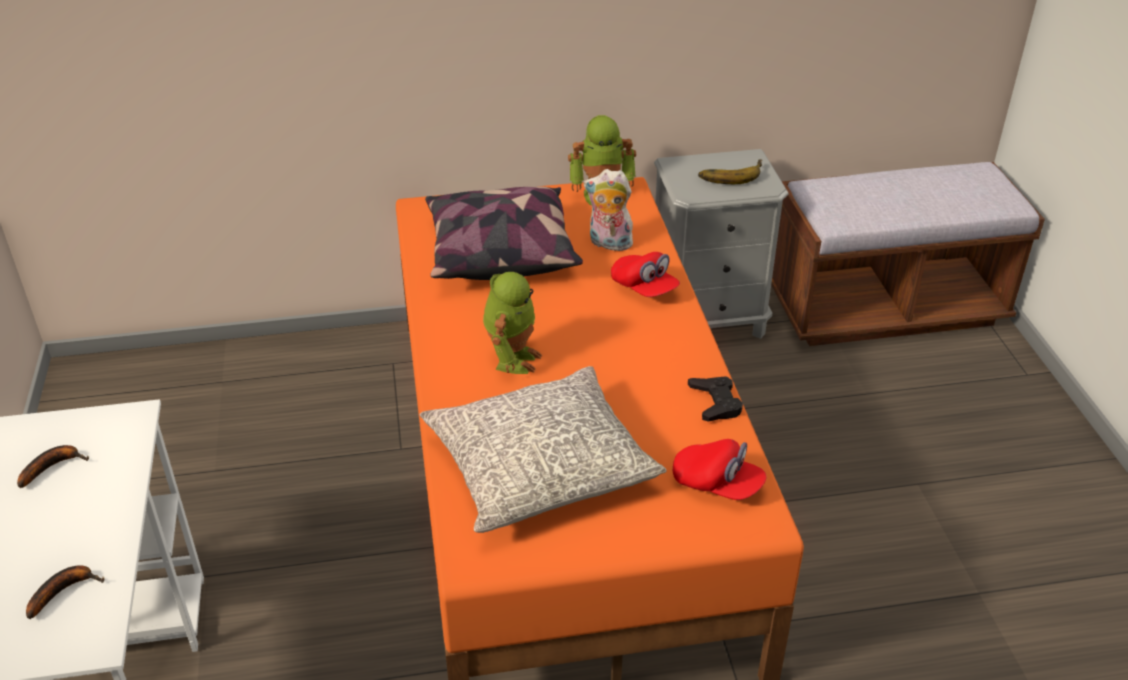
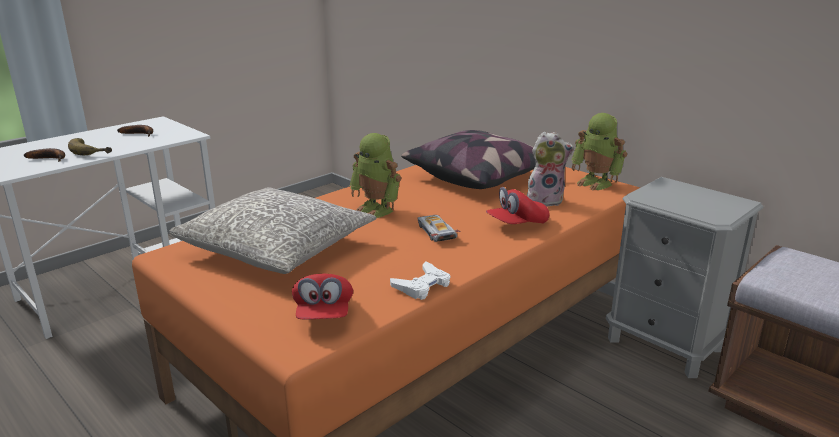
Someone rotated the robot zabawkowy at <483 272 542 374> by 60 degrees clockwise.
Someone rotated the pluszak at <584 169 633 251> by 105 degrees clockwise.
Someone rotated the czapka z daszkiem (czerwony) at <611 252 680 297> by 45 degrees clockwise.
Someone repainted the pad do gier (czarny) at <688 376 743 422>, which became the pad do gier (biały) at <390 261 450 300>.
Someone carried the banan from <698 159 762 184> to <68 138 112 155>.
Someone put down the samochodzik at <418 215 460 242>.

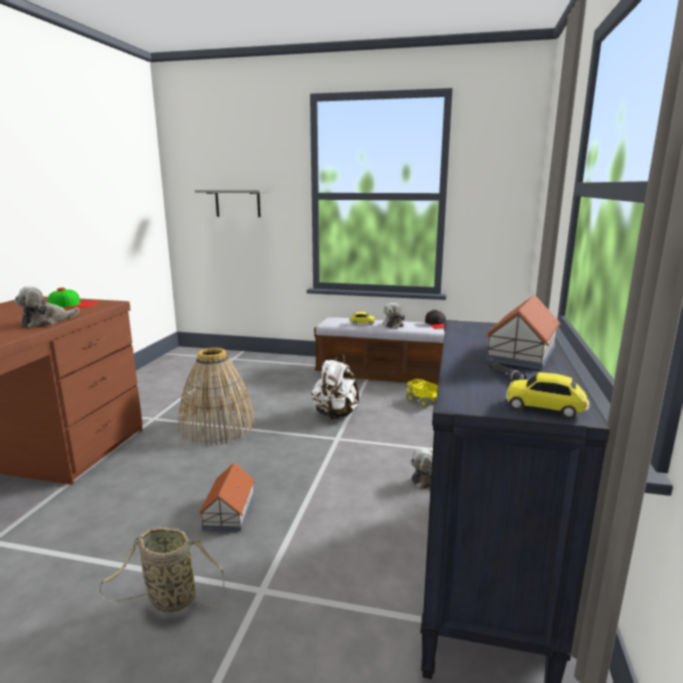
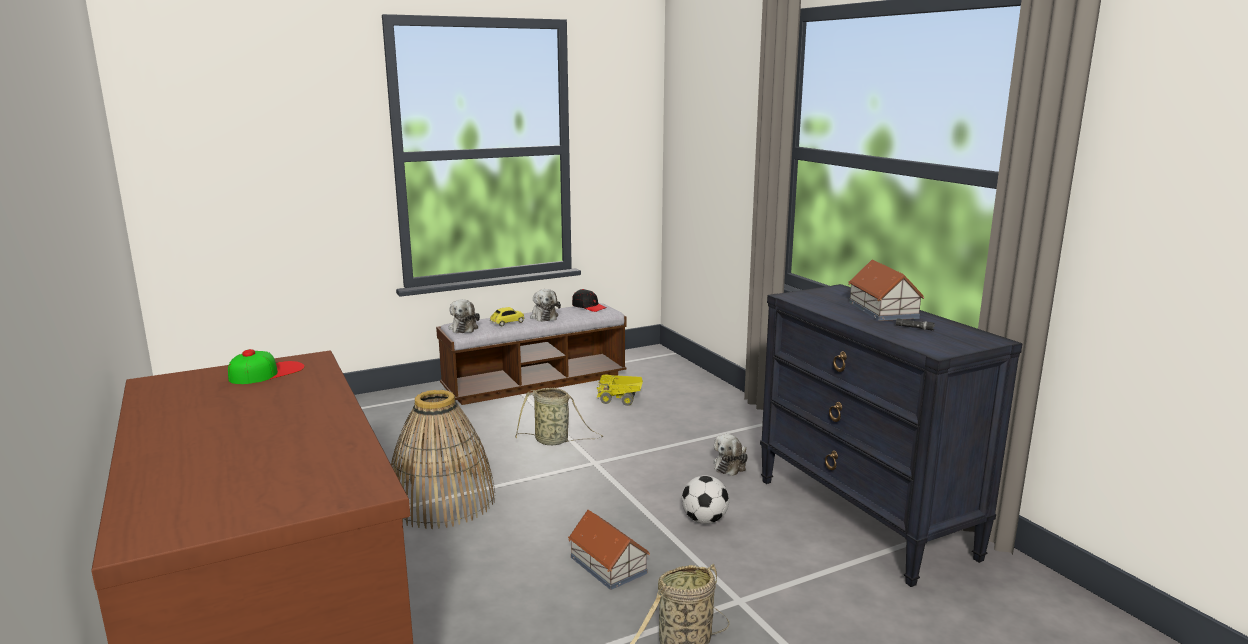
Someone carried the pluszak from <14 286 79 328> to <449 299 480 333>.
Someone took away the półka (szary) at <195 190 269 217>.
Someone swapped the plecak (biały) at <312 355 359 419> for the koszyk at <515 388 603 445>.
Someone took away the samochodzik at <506 372 589 419>.
Someone put down the piłka futbolowa at <682 475 729 524>.

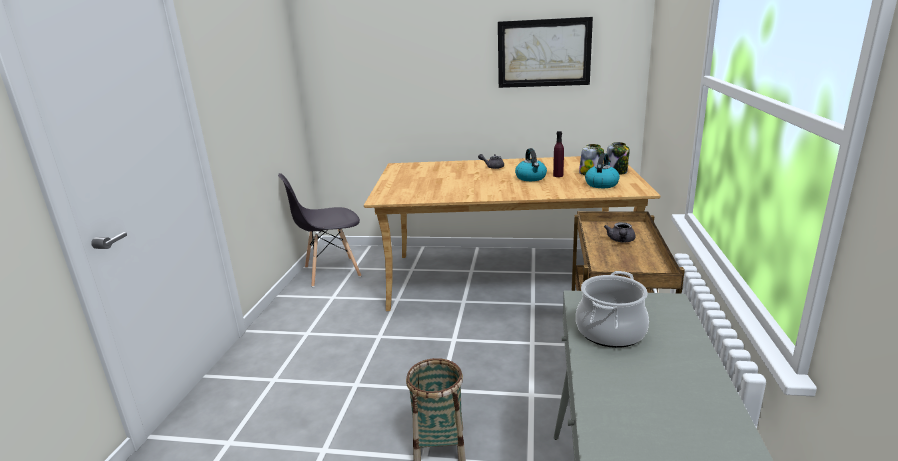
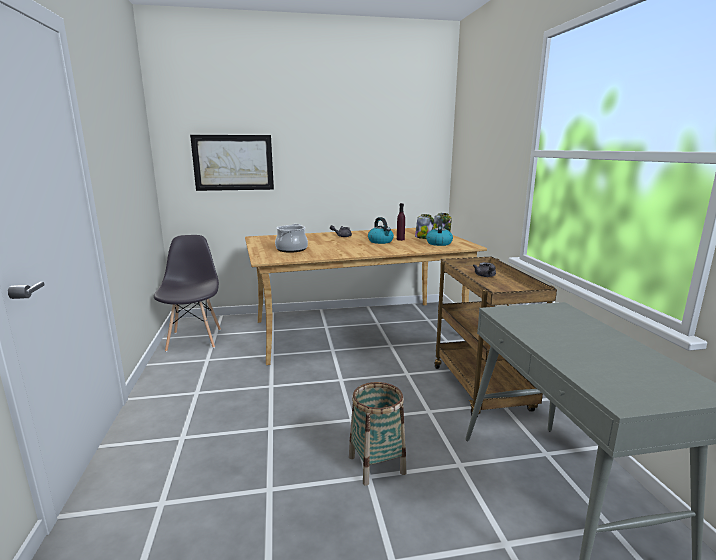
Someone rotated the krzesło (szary) at <278 173 362 287> by 120 degrees clockwise.
Someone carried the obraz from <498 17 593 88> to <190 135 274 191>.
Someone carried the garnek from <576 271 649 348> to <275 224 308 253>.

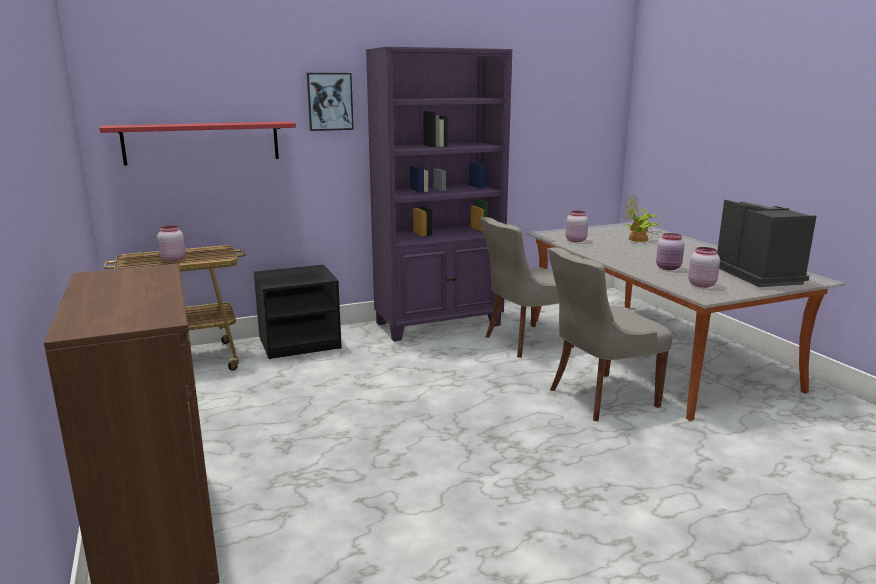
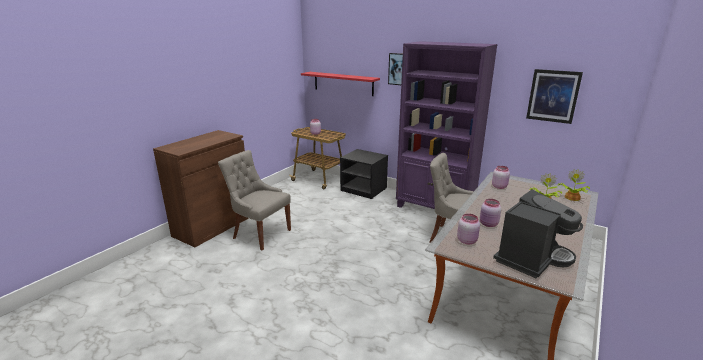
Someone carried the krzesło (szary) from <548 247 672 421> to <218 150 291 250>.
Someone put up the obraz at <526 69 583 124>.

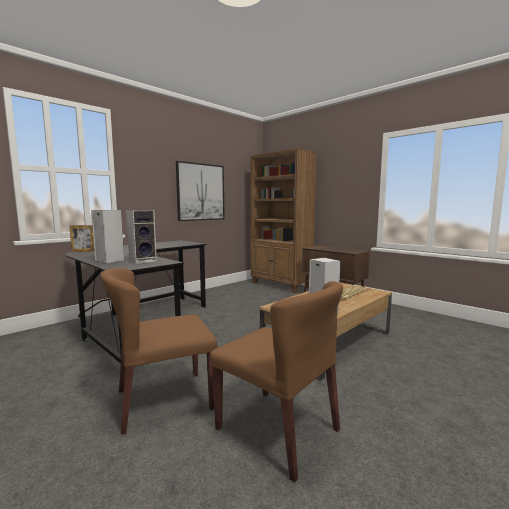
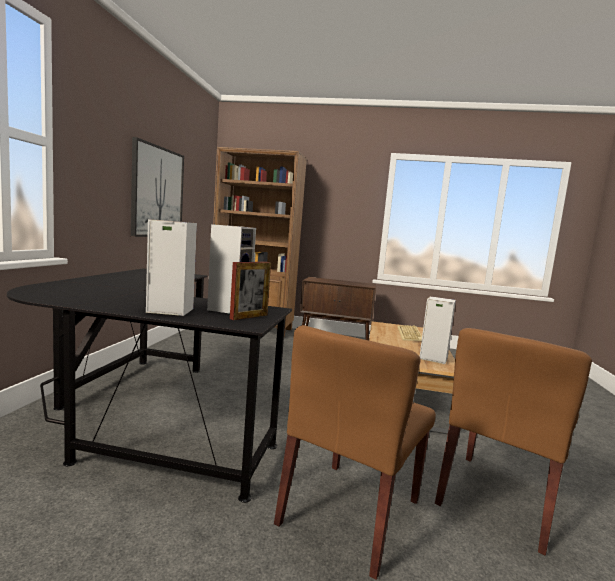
Someone carried the ramka na zdjęcie from <70 225 94 252> to <230 262 271 320>.
Someone rotated the krzesło (brązowy) at <210 281 343 483> by 120 degrees clockwise.

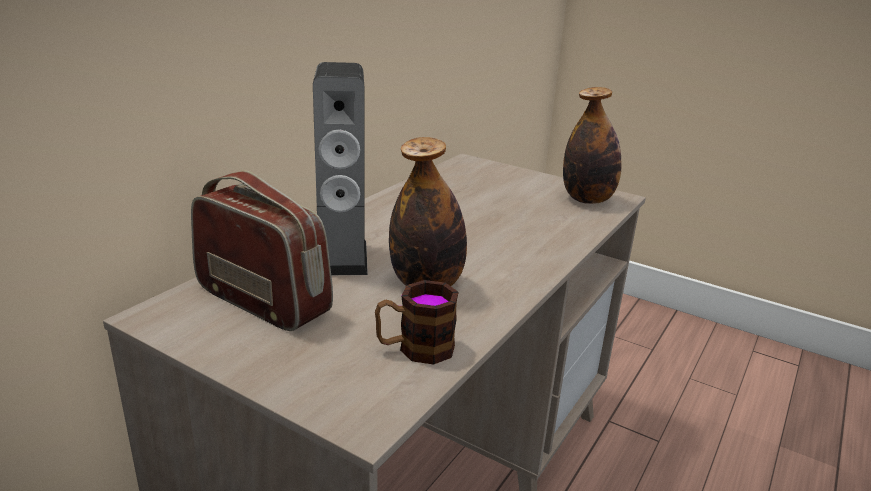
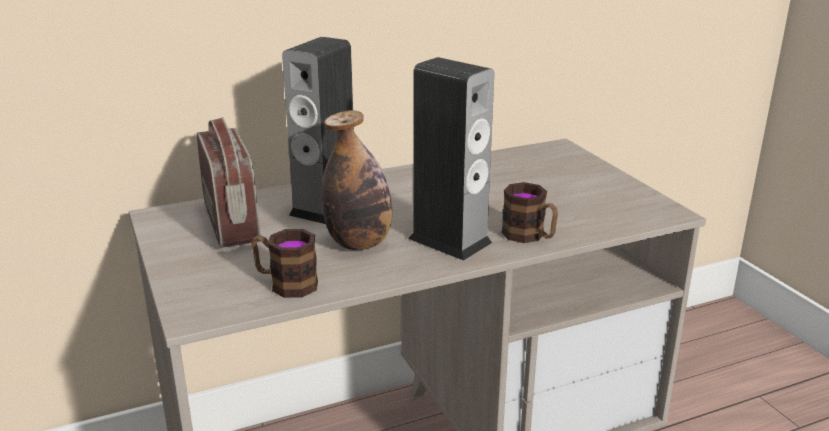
Someone took away the butelka at <563 87 621 204>.
Someone put down the głośnik at <408 57 494 261>.
Someone put down the kubek at <502 182 558 243>.

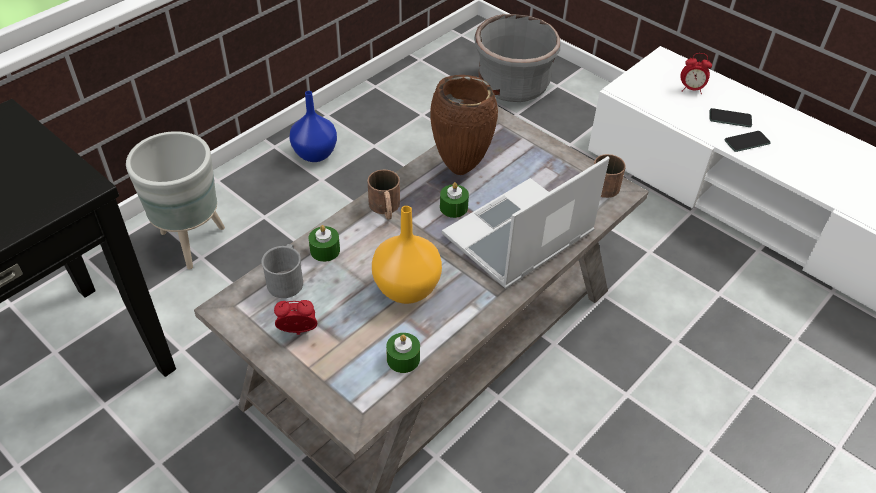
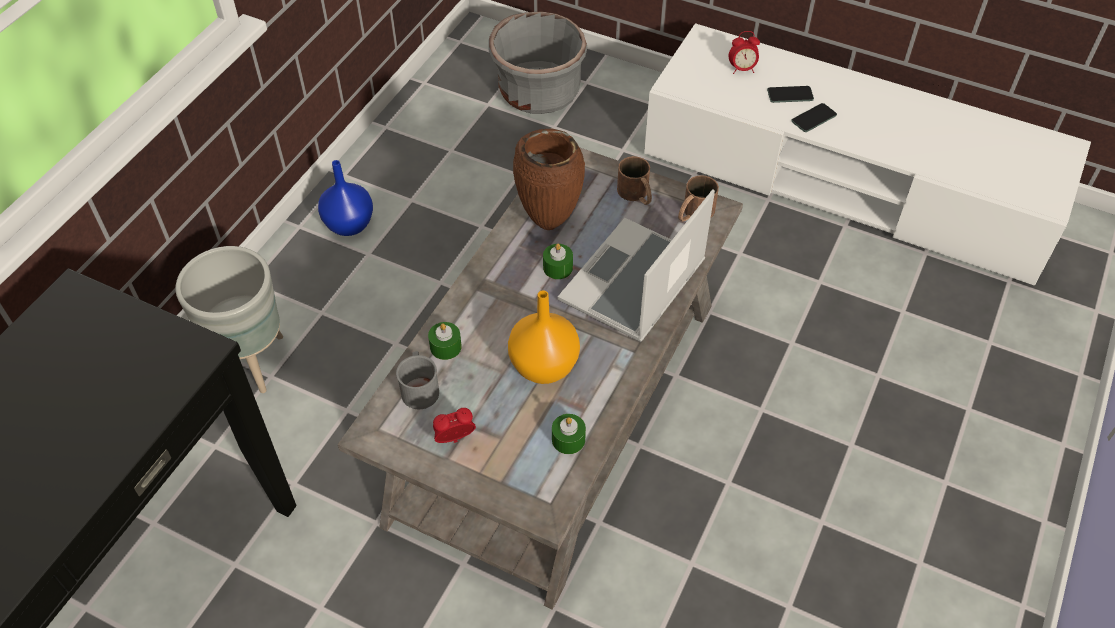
Someone carried the kubek (brązowy) from <368 169 400 220> to <617 156 652 205>.

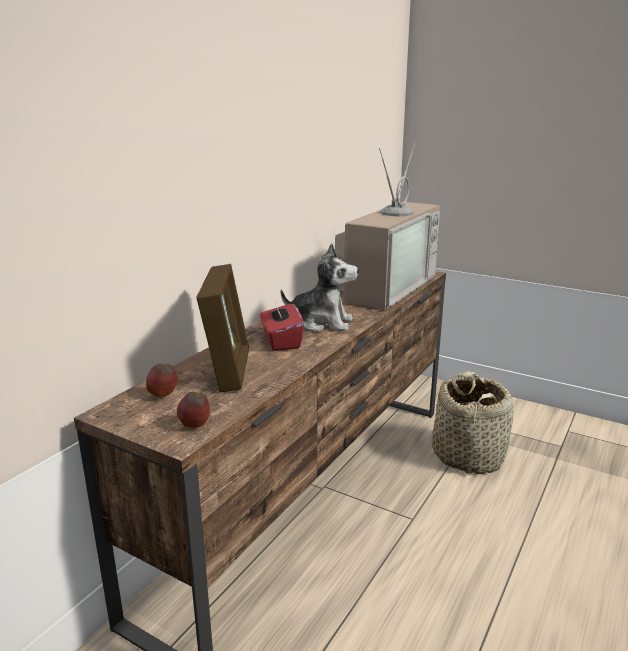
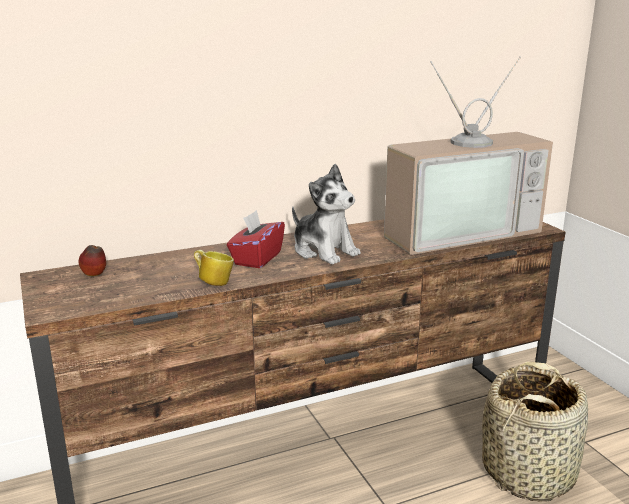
Someone took away the jabłko at <177 392 210 428>.
Someone took away the ramka na zdjęcie at <196 264 249 393>.
Someone put down the kubek at <194 250 234 286>.

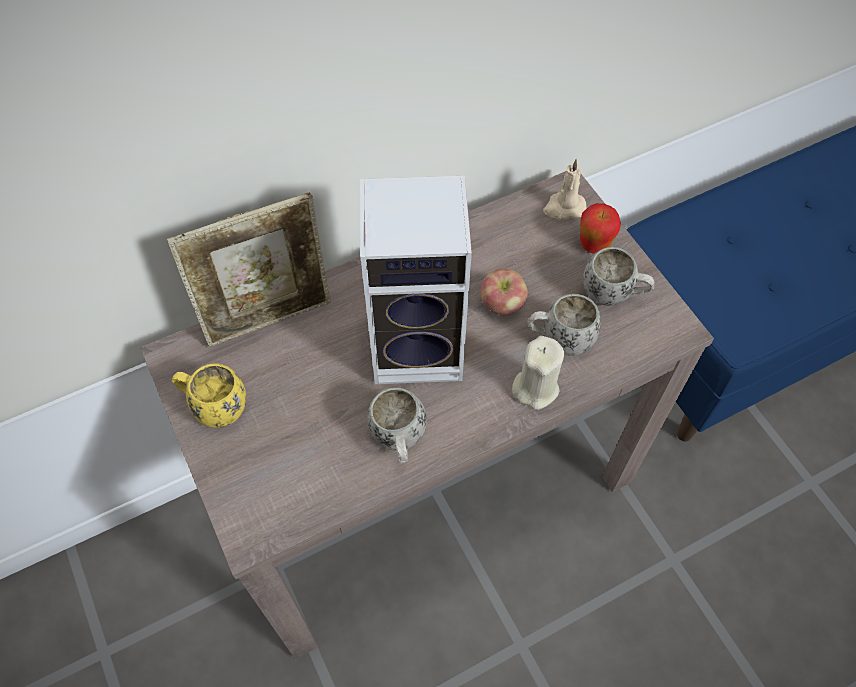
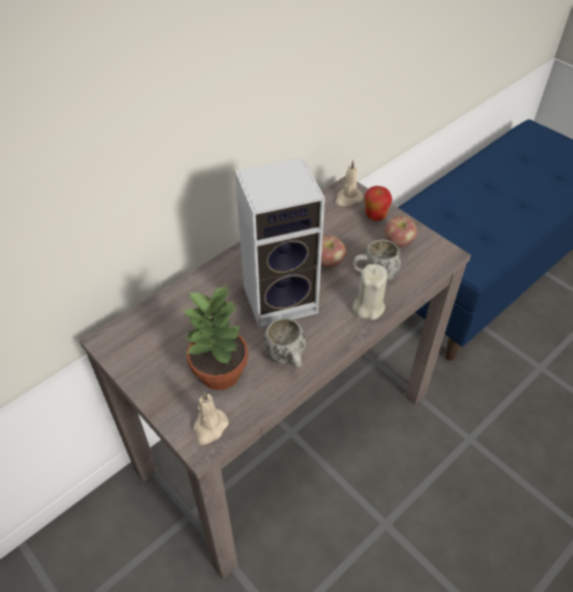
Someone took away the ramka na zdjęcie at <167 192 331 347>.
Someone took away the kubek (żółty) at <172 364 246 428>.
Someone swapped the kubek (biały) at <583 247 655 306> for the jabłko at <385 216 417 247>.
Someone put down the roślina doniczkowa at <182 285 248 390>.
Someone put down the świeca (beżowy) at <193 392 229 445>.

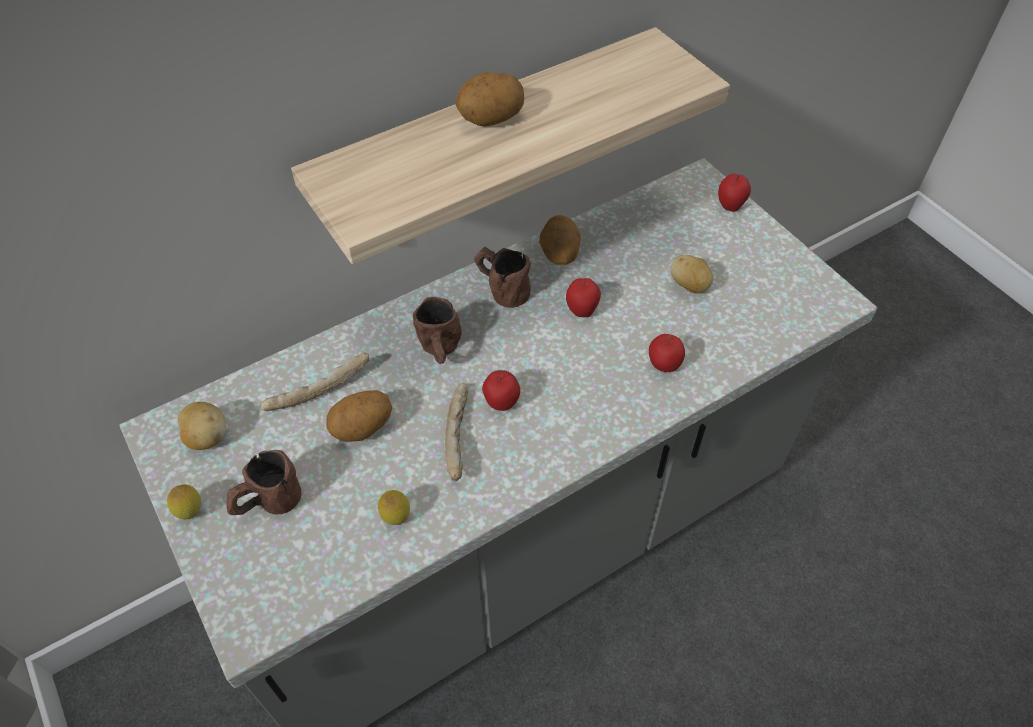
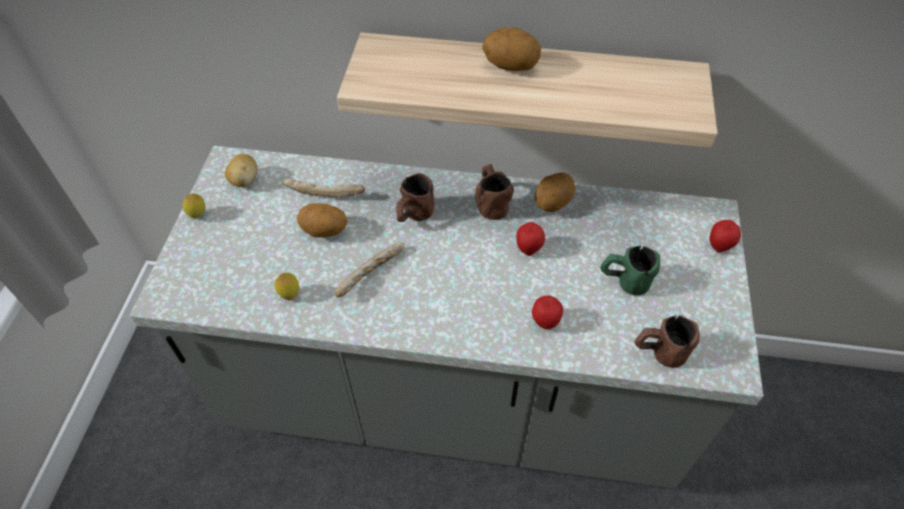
Someone carried the kubek (brązowy) from <226 450 301 515> to <634 315 700 368>.
Someone took away the jabłko at <482 370 520 411>.
Someone swapped the ziemniak at <671 255 713 293> for the kubek (zielony) at <600 246 660 295>.

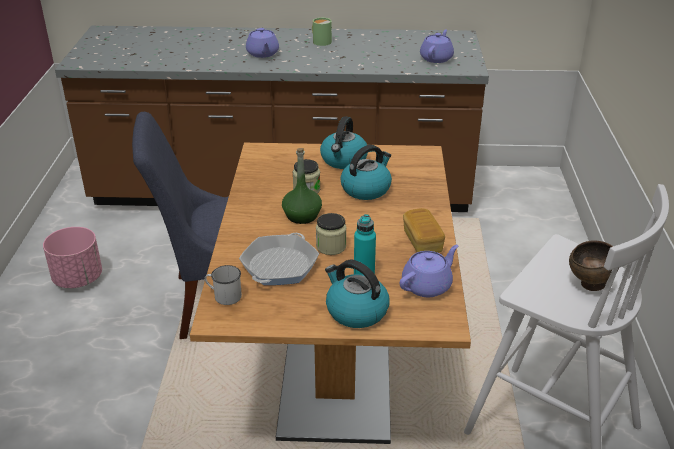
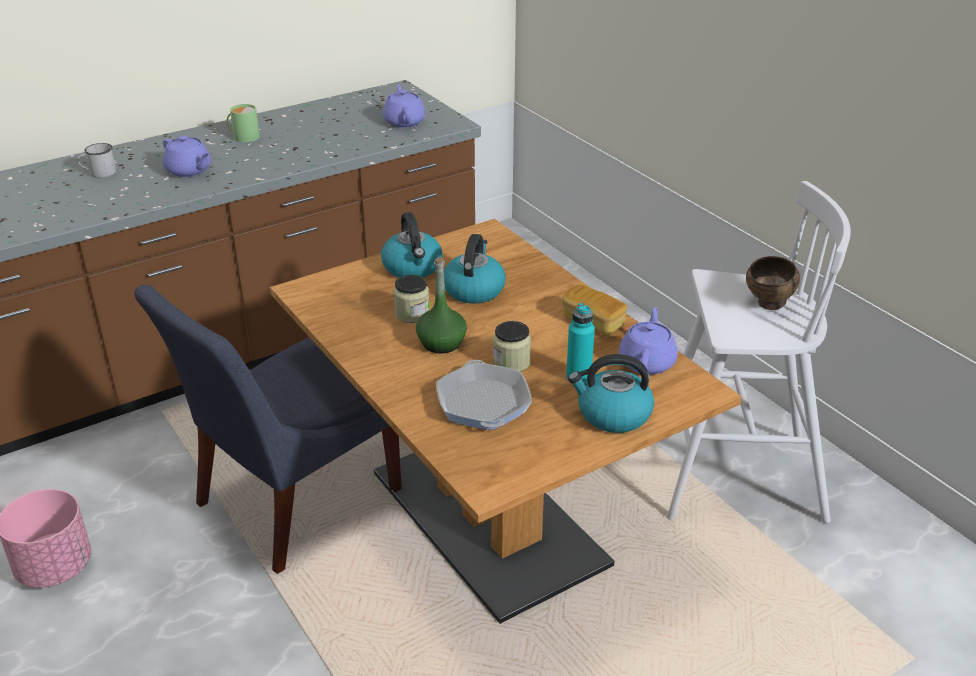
Someone carried the kubek (biały) from <204 265 242 305> to <77 143 116 178>.

